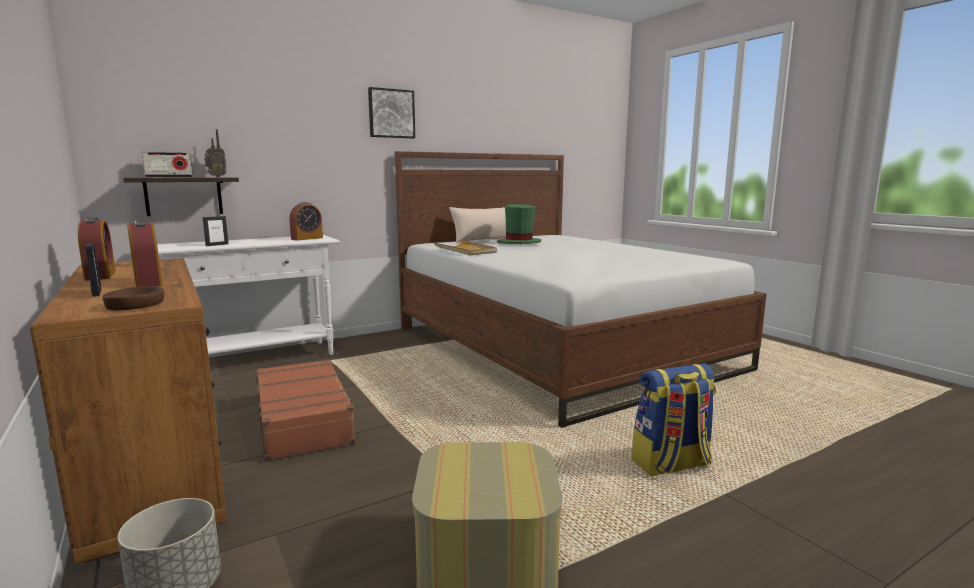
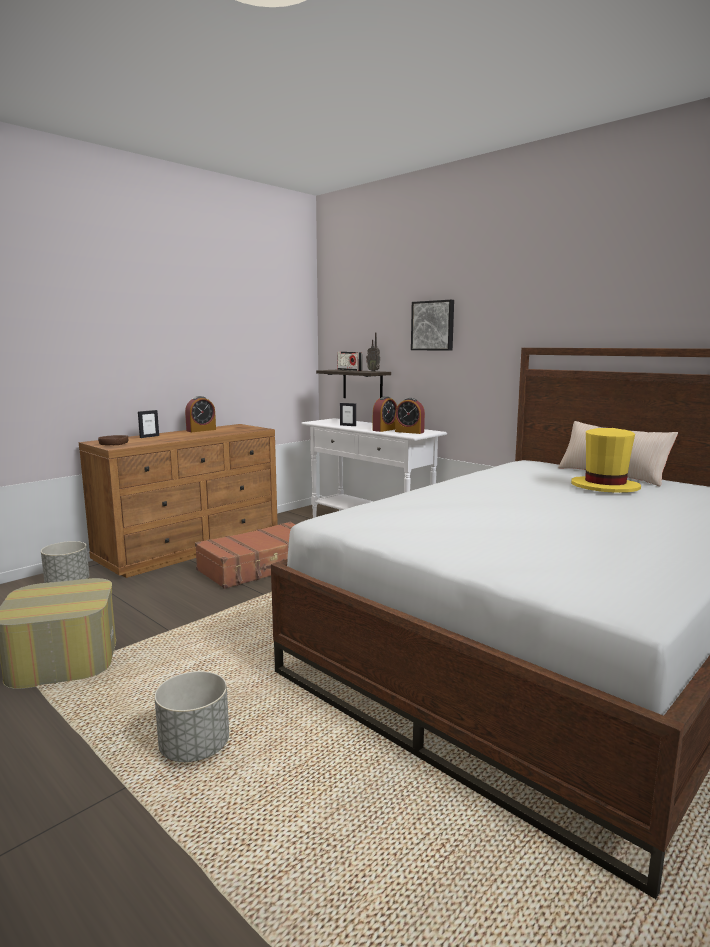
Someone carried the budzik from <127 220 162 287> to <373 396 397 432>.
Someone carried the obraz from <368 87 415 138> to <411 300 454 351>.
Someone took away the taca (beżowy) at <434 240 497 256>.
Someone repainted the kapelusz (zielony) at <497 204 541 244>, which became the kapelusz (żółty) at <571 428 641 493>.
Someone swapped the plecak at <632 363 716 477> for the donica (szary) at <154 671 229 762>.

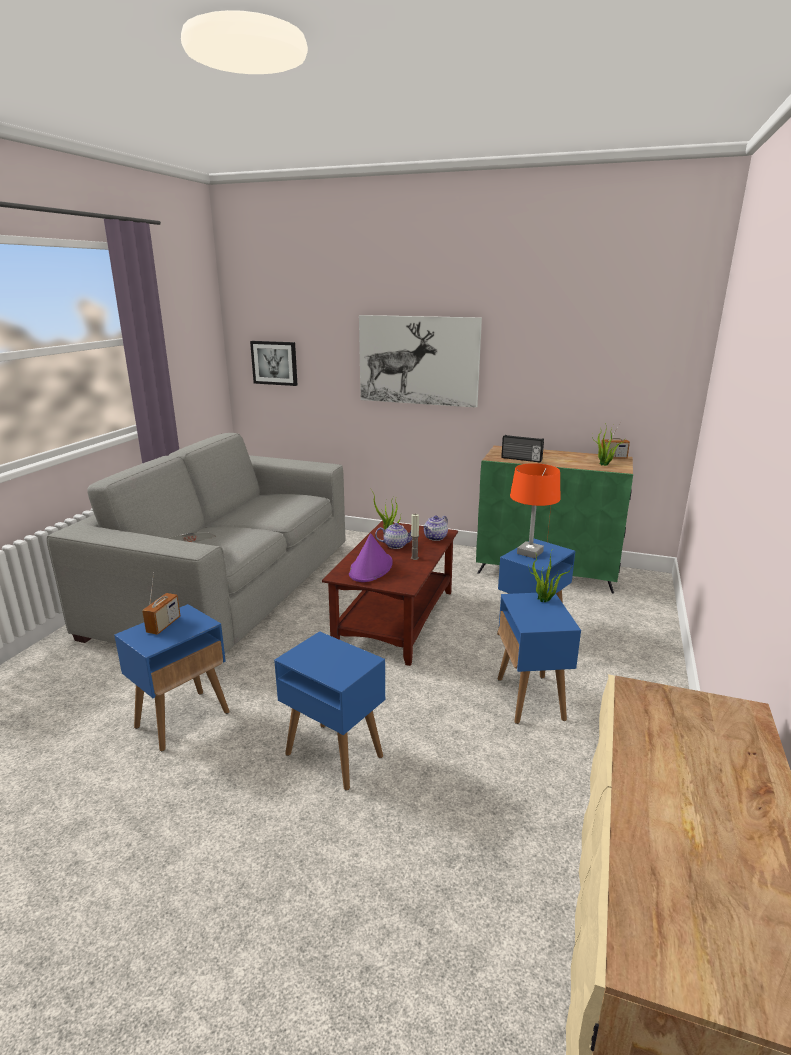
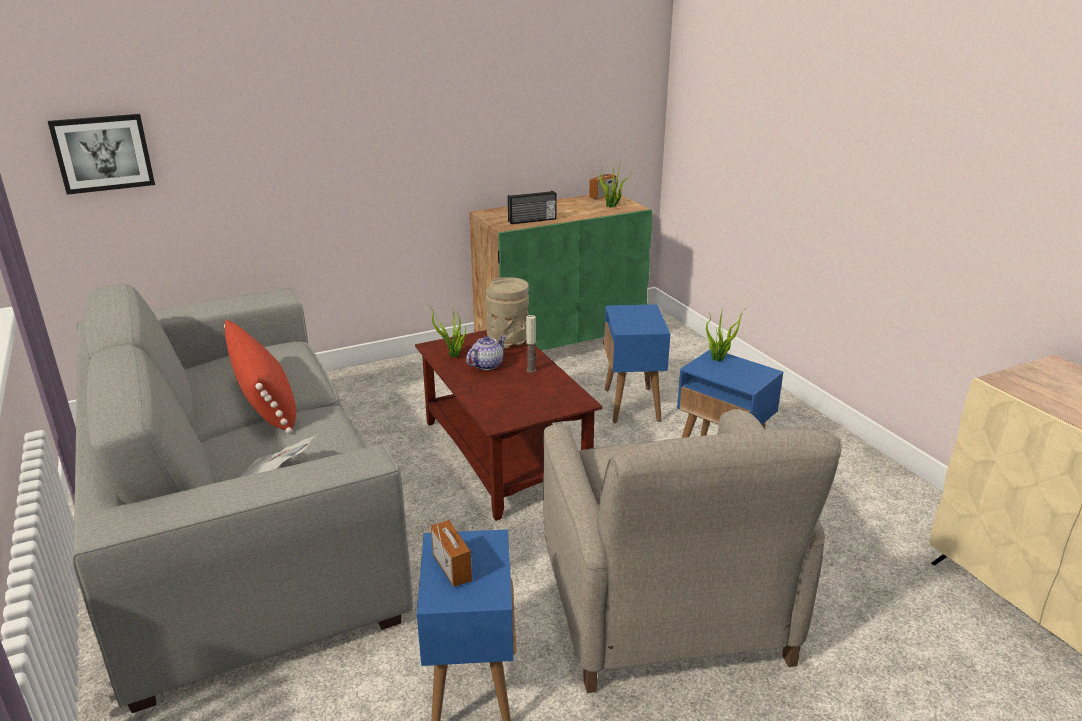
Someone swapped the stolik (niebieski) at <274 631 385 791> for the fotel (beżowy) at <543 409 842 693>.
Someone took away the kapelusz (fioletowy) at <349 533 393 582>.
Someone took away the obraz at <359 315 482 408>.
Someone swapped the imbryk at <424 515 448 541> for the wazon (beżowy) at <486 277 529 349>.
Someone took away the lampa stołowa (pomarańczowy) at <510 463 560 559>.
Someone put down the poduszka (czerwony) at <224 320 296 434>.

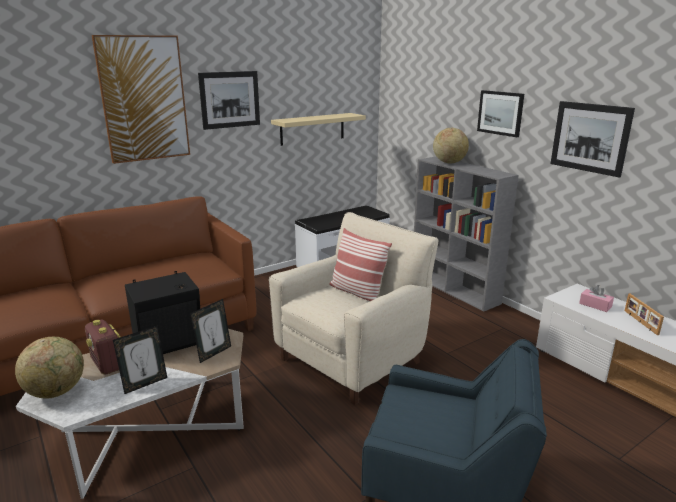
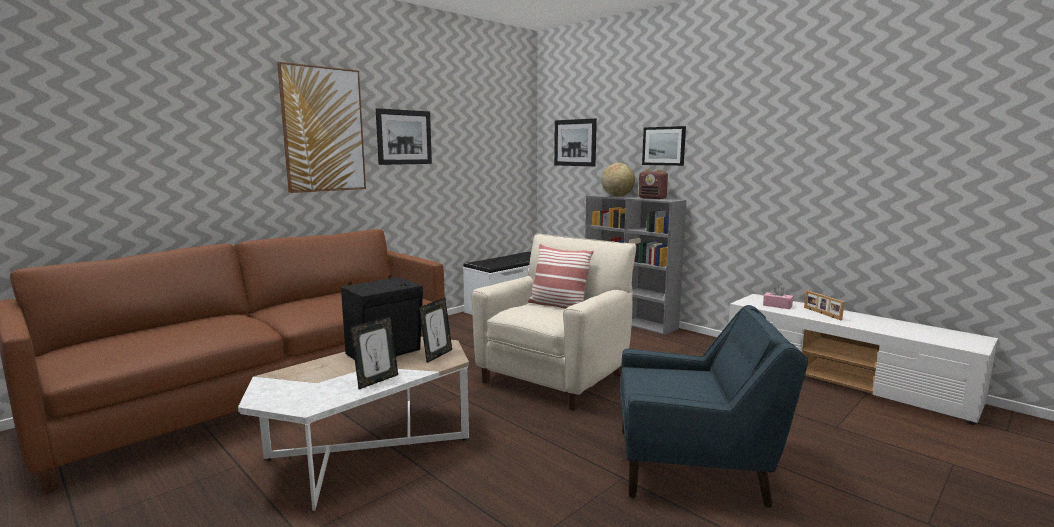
Someone took away the globus at <15 337 84 399>.
Someone carried the radio from <85 320 120 375> to <638 169 668 199>.
Someone took away the półka (beżowy) at <271 113 366 146>.
Someone carried the obraz from <550 101 635 177> to <554 118 597 166>.

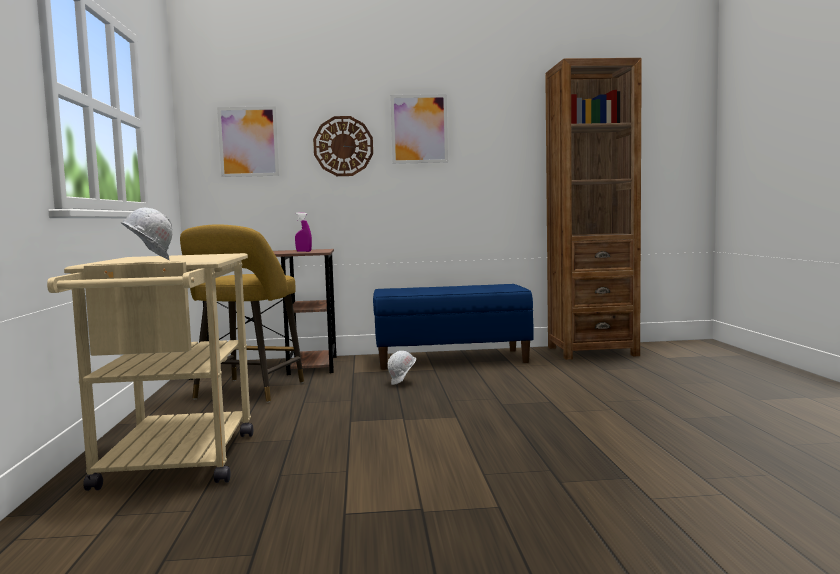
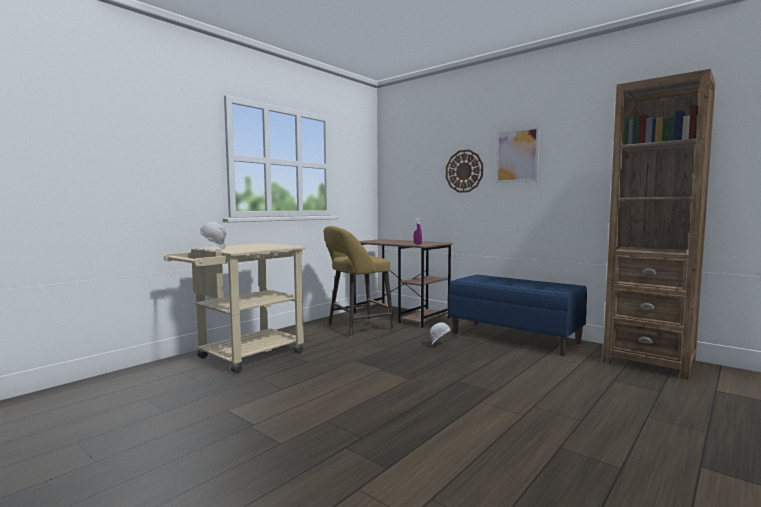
Someone took away the obraz at <217 106 279 177>.

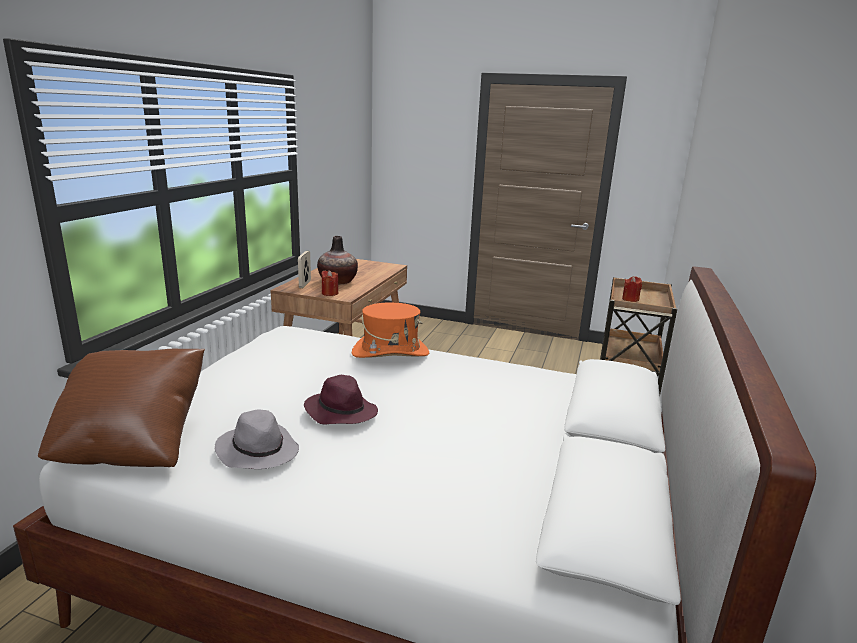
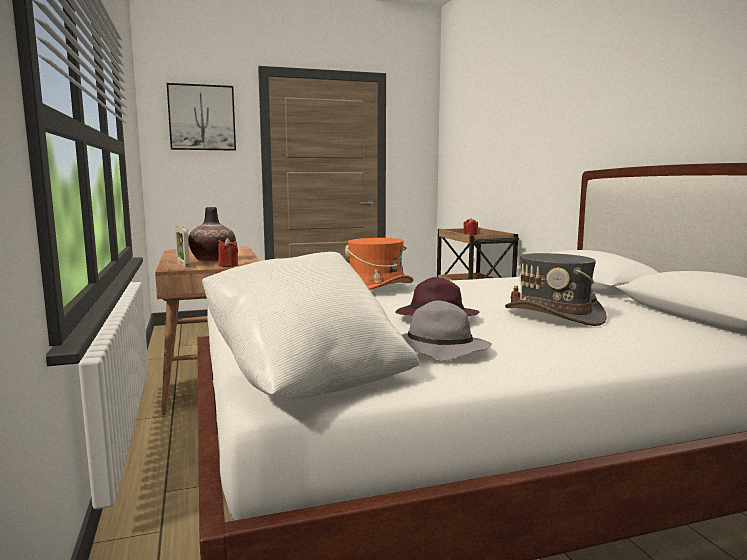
Someone repainted the poduszka (brązowy) at <38 349 205 467>, which became the poduszka (biały) at <202 252 420 399>.
Someone put up the obraz at <167 83 236 151>.
Someone put down the kapelusz (szary) at <505 253 607 326>.

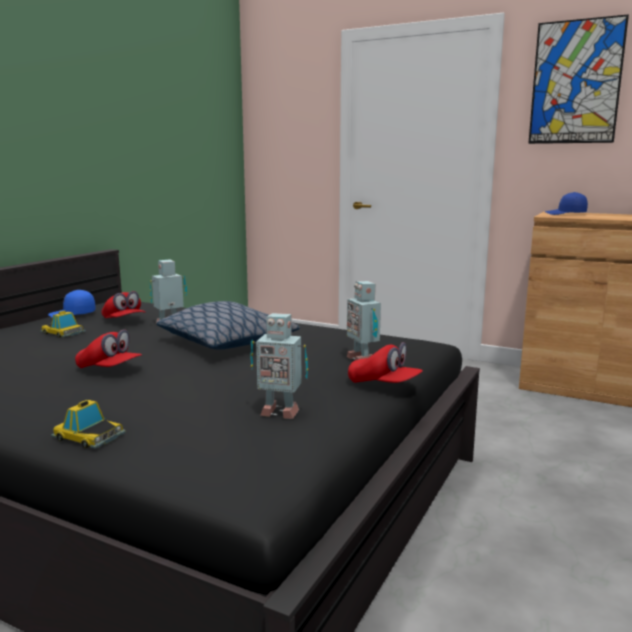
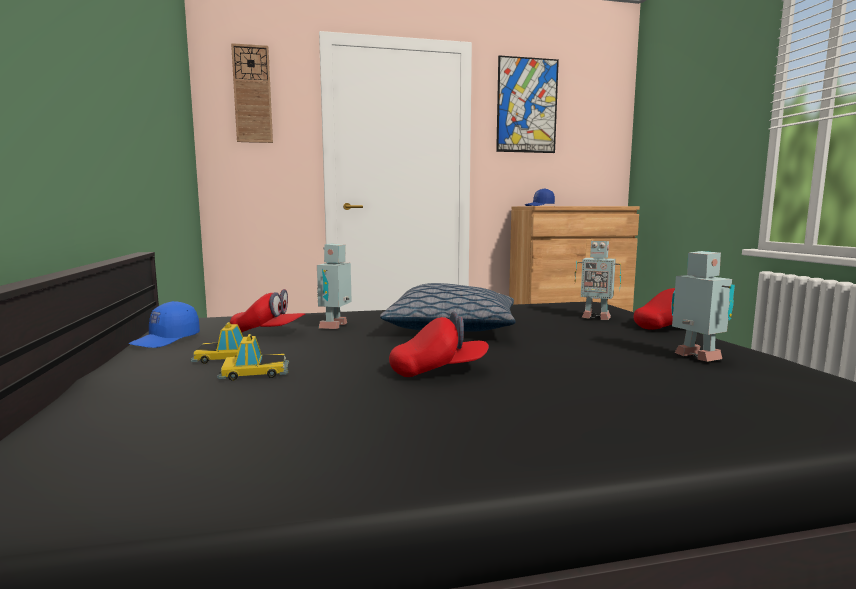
Someone carried the samochodzik from <51 400 126 449> to <217 334 289 381>.
Someone rotated the robot zabawkowy at <250 313 308 419> by 90 degrees counterclockwise.
Someone put up the zegar ścienny at <231 43 273 143>.

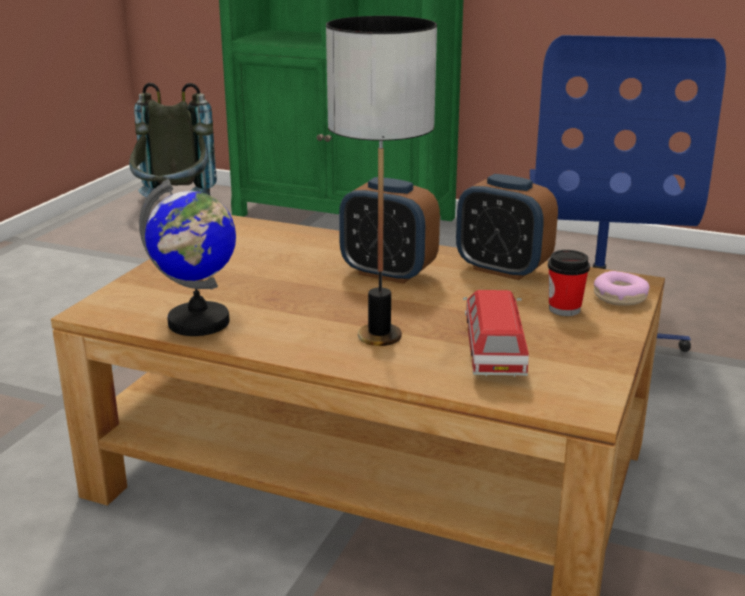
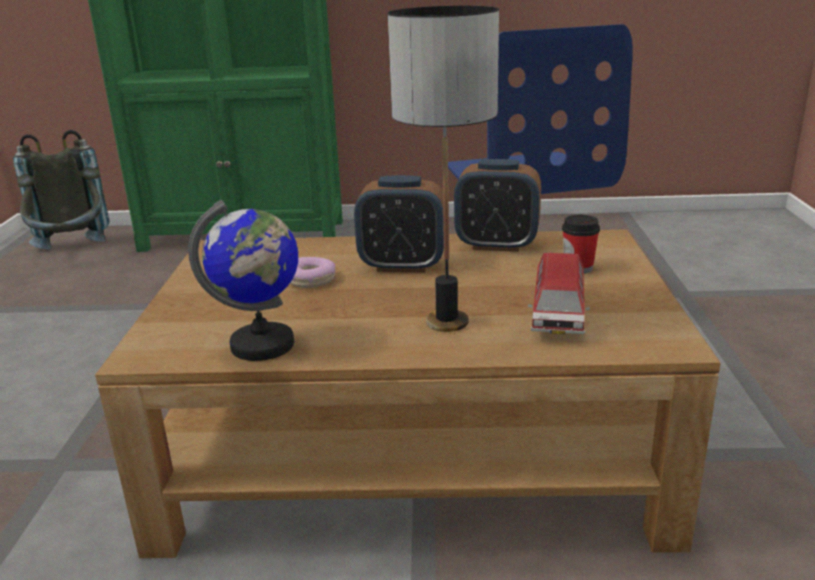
Someone rotated the samochodzik at <463 290 529 377> by 150 degrees counterclockwise.
Someone carried the donut from <594 271 650 306> to <290 257 336 288>.

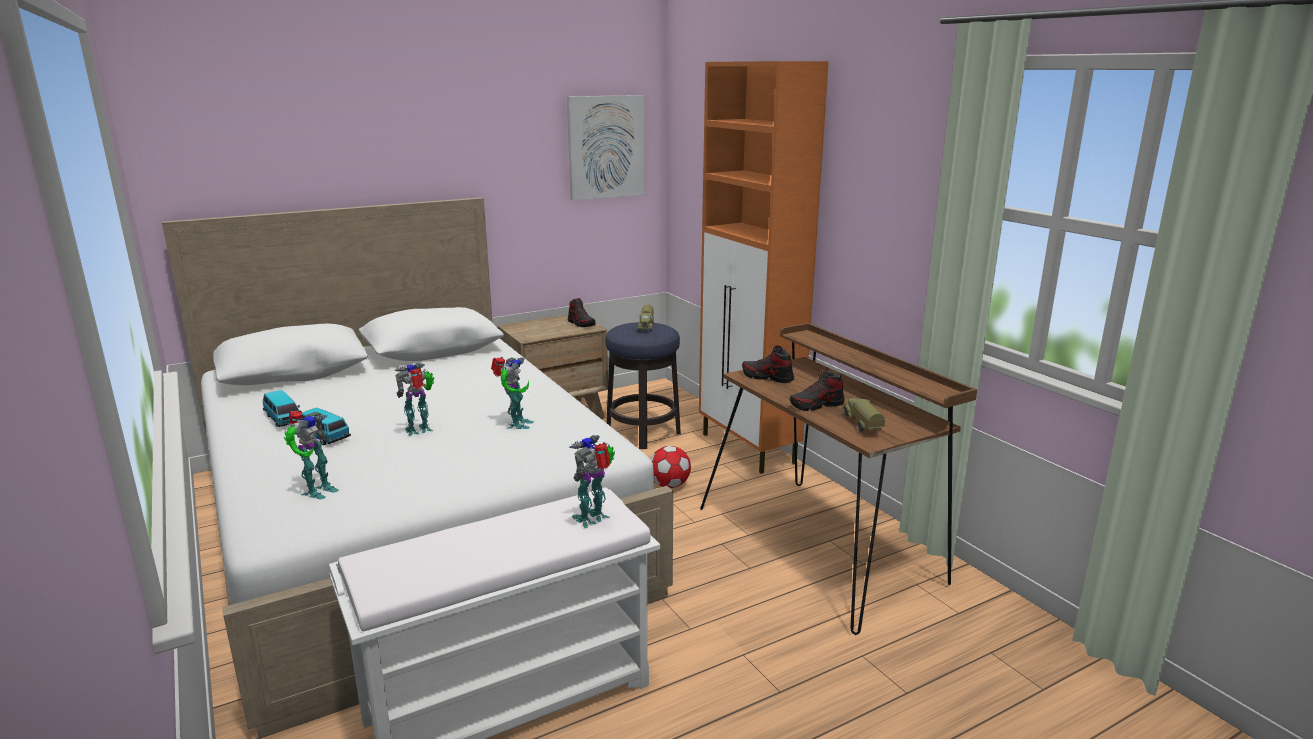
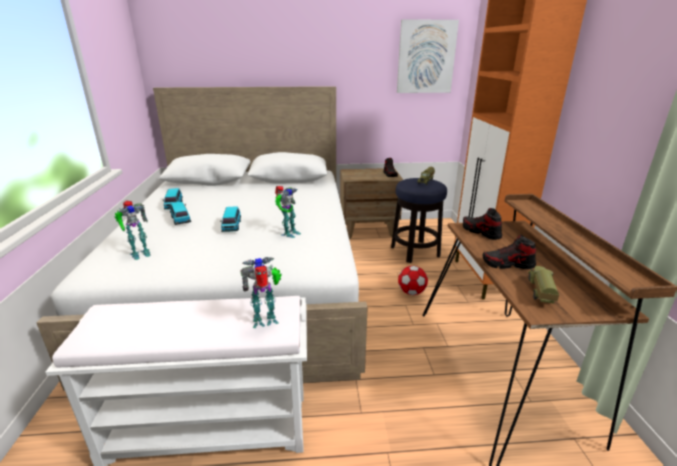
Someone swapped the robot zabawkowy at <394 363 434 436> for the samochodzik at <220 207 241 232>.

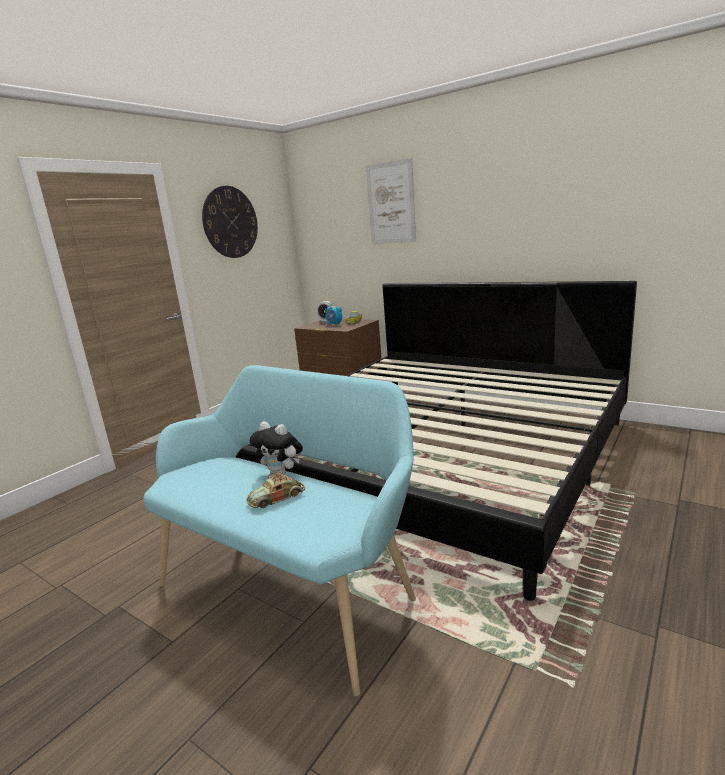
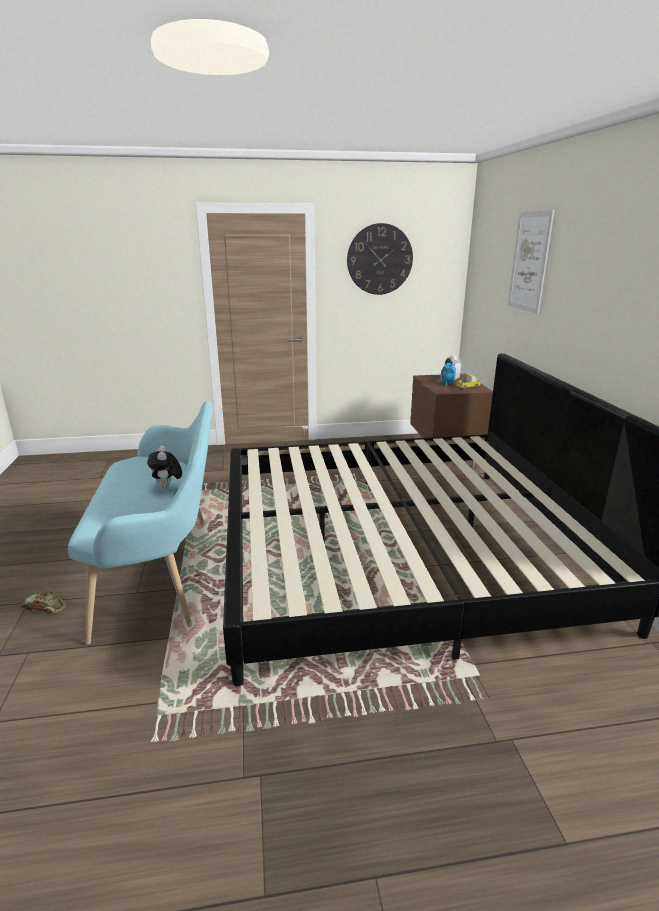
Someone carried the samochodzik from <246 471 305 508> to <21 590 66 614>.

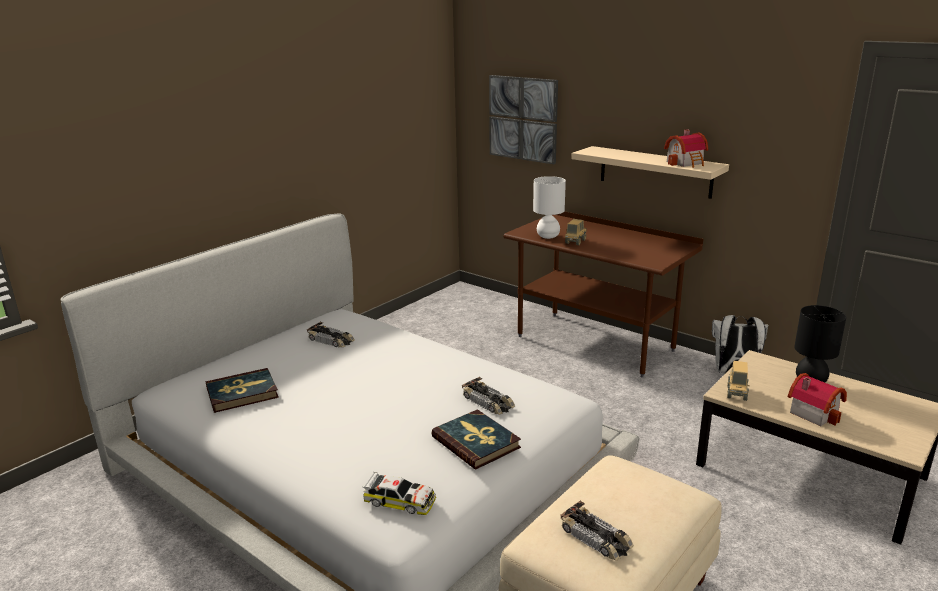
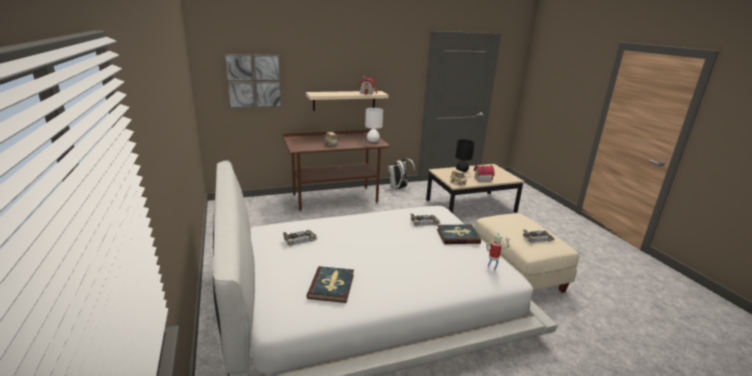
Someone swapped the samochodzik at <363 472 436 515> for the robot zabawkowy at <486 232 510 271>.
Someone carried the lampa stołowa (biały) from <533 176 566 239> to <365 108 383 142>.

